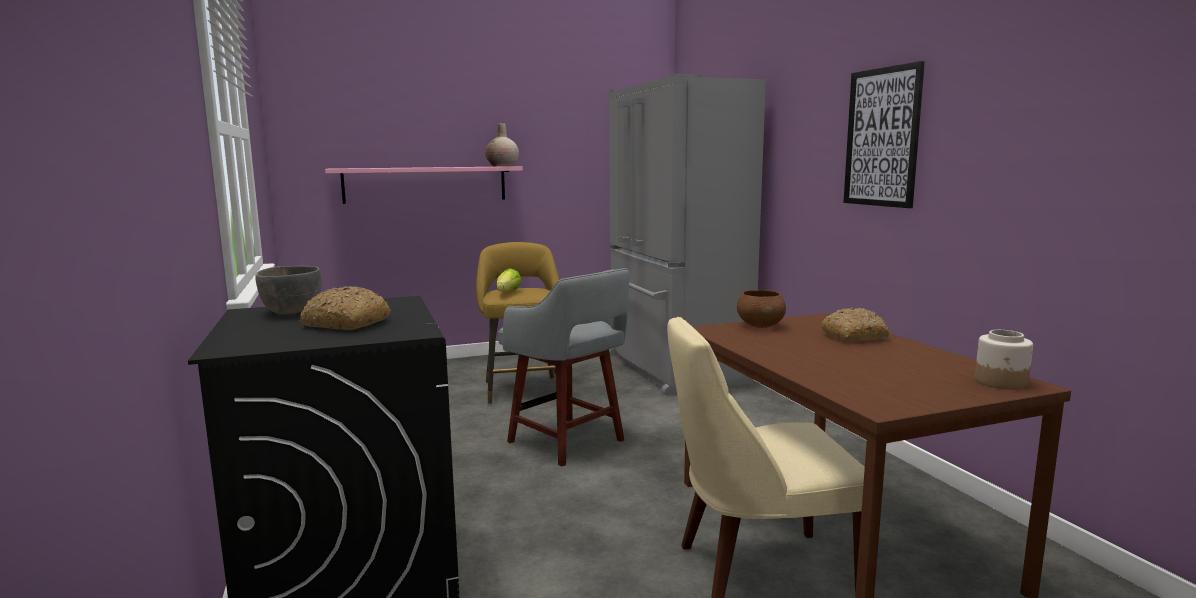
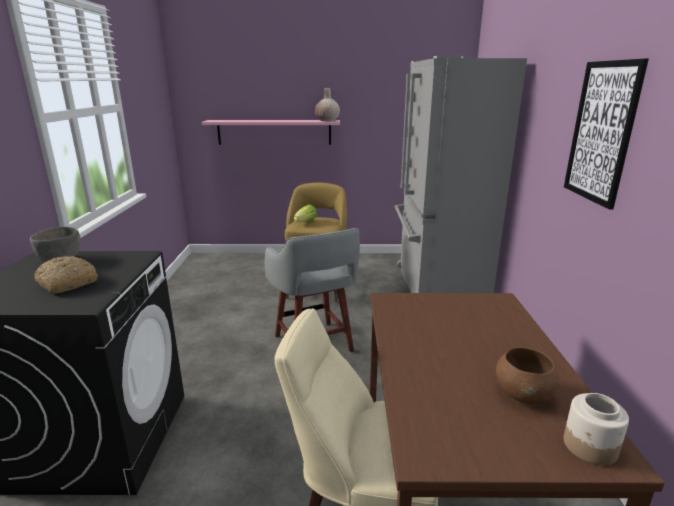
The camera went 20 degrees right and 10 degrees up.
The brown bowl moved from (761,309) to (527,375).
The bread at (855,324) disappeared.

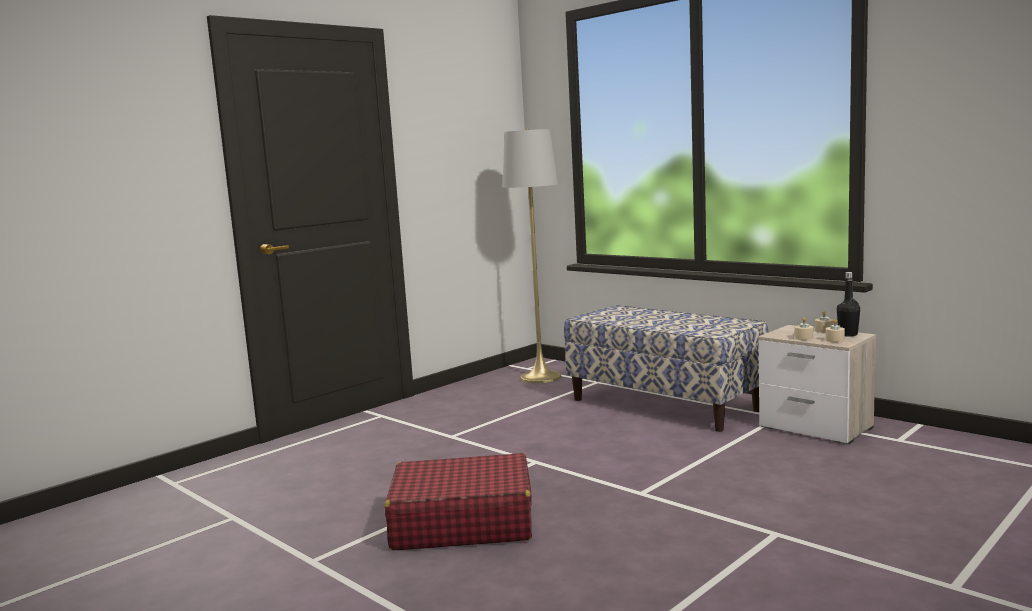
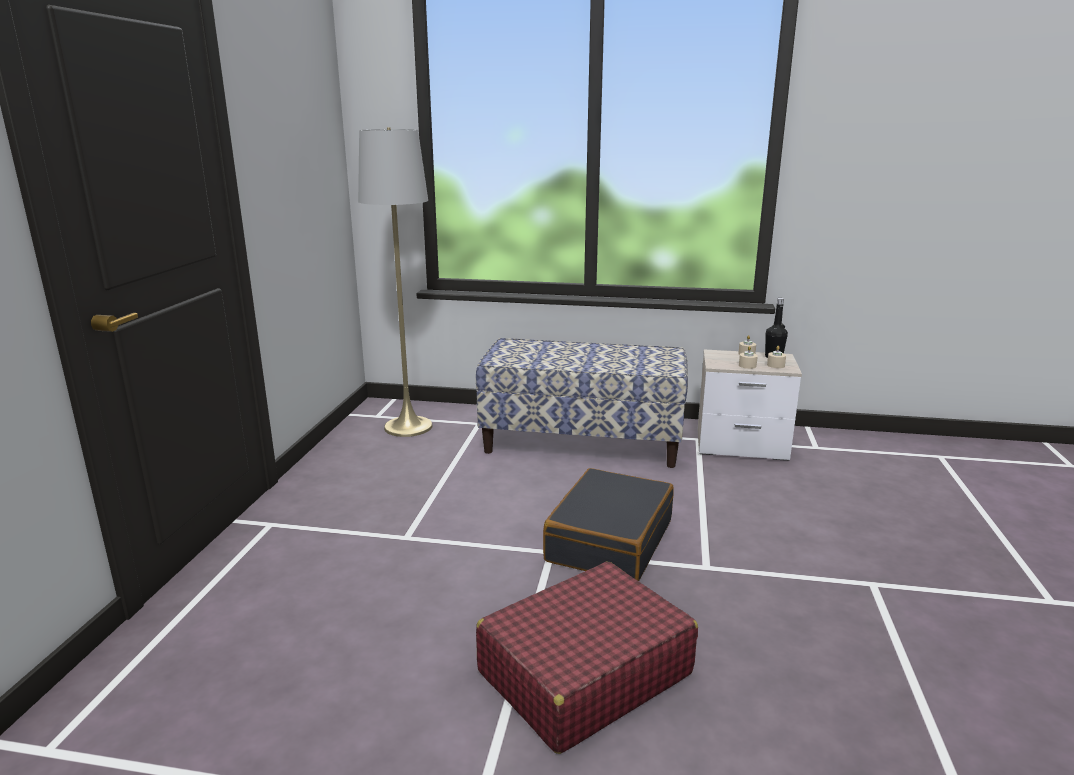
The camera went 35 degrees left and 10 degrees up.
The black suitcase at (608,524) appeared.

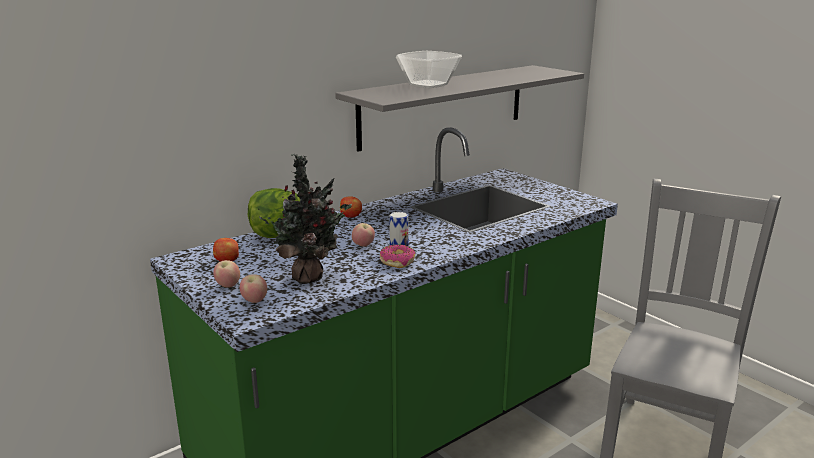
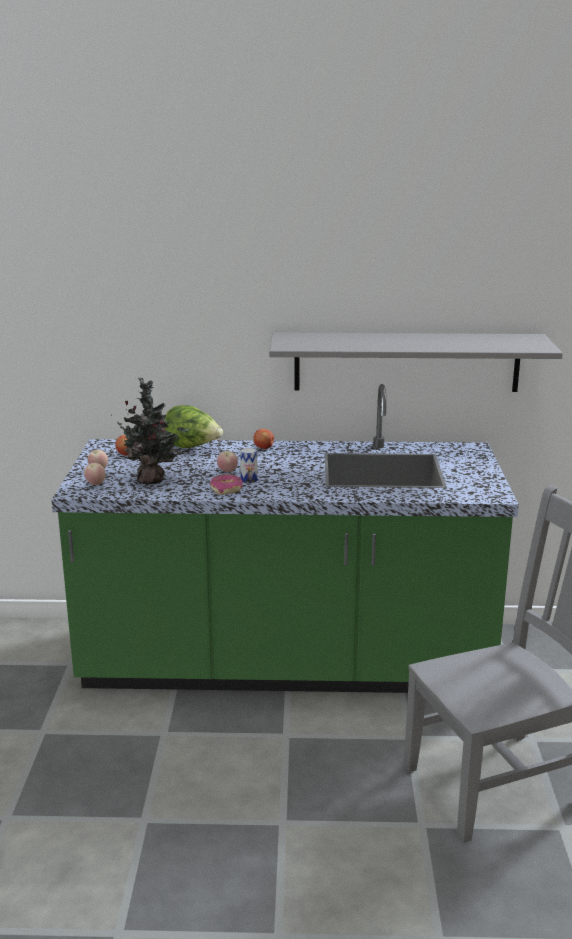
The camera went 40 degrees right and 0 degrees up.
The bowl at (429,69) disappeared.

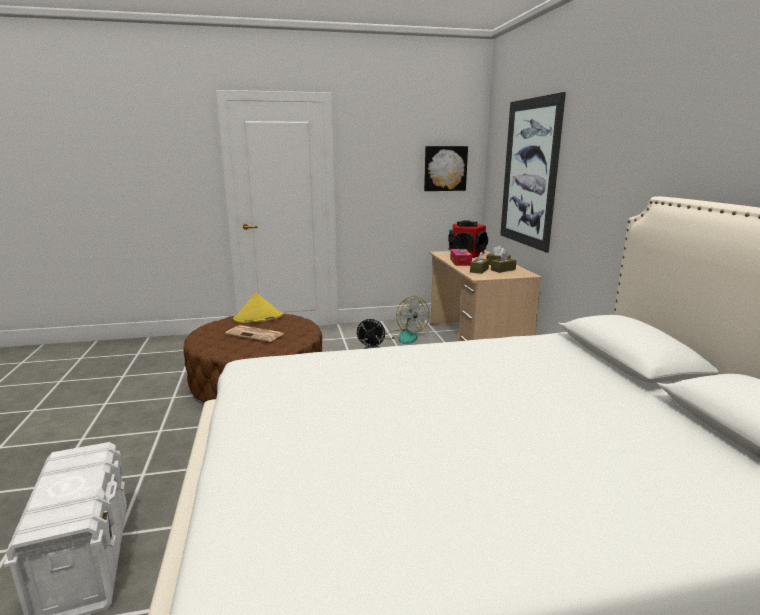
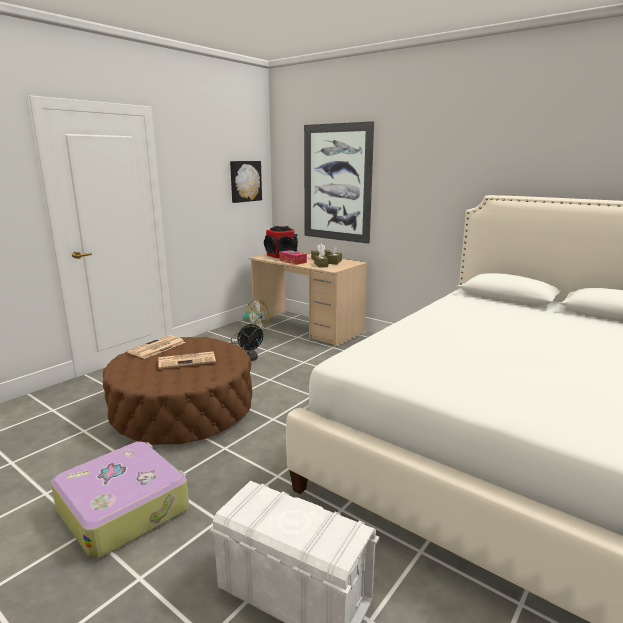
The camera went 40 degrees left and 0 degrees up.
The yellow hat at (258,307) was replaced by the newspaper at (156,347).
The suitcase at (120,500) appeared.

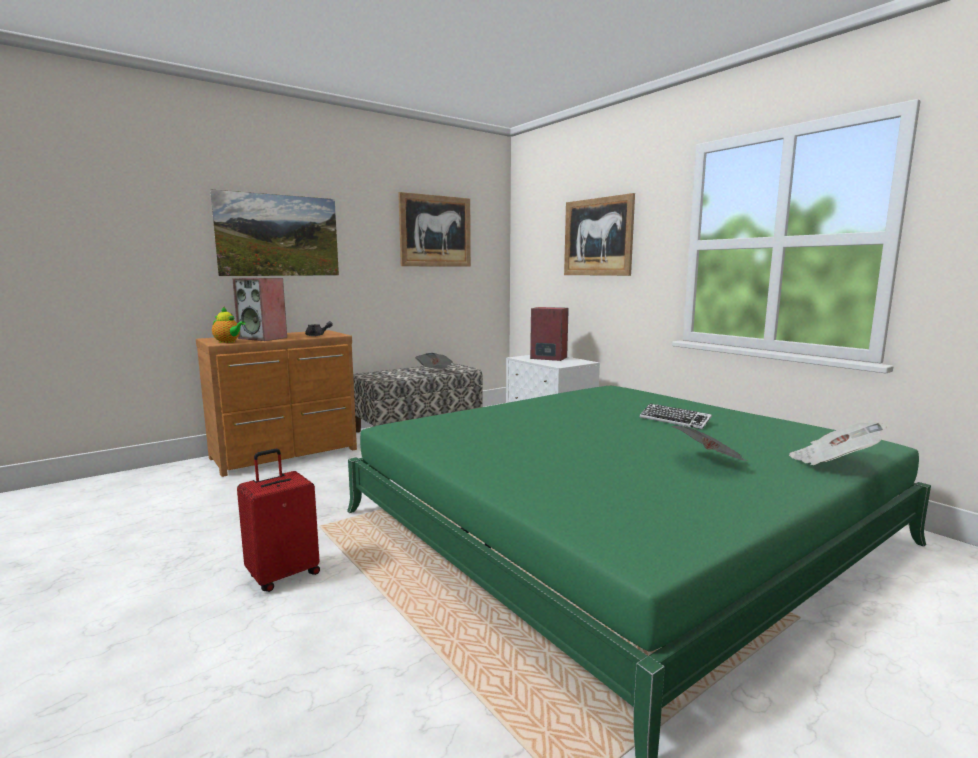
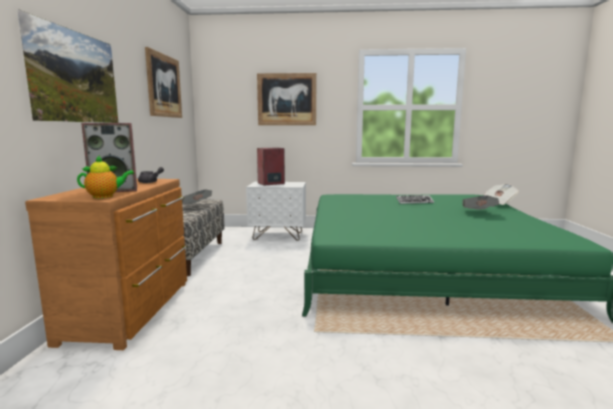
The camera went 50 degrees left and 0 degrees up.
The red suitcase at (278,520) disappeared.

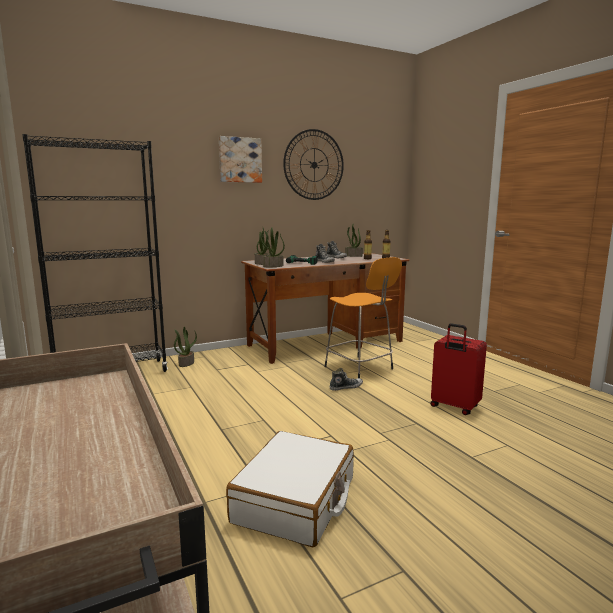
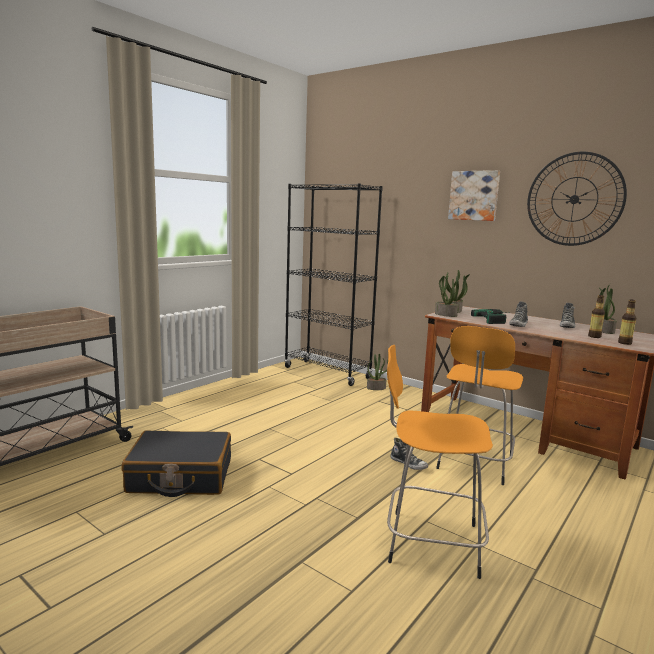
The camera went 65 degrees right and 0 degrees up.
The white suitcase at (290,489) became the black suitcase at (176,463).
The red suitcase at (458,369) was replaced by the orange stool at (440,462).

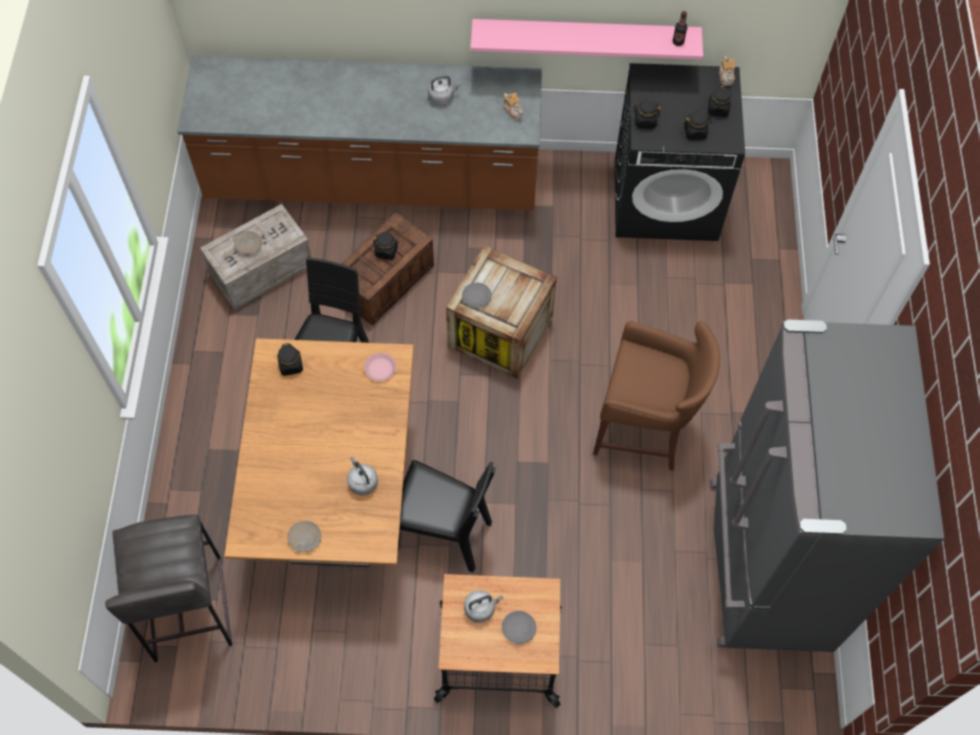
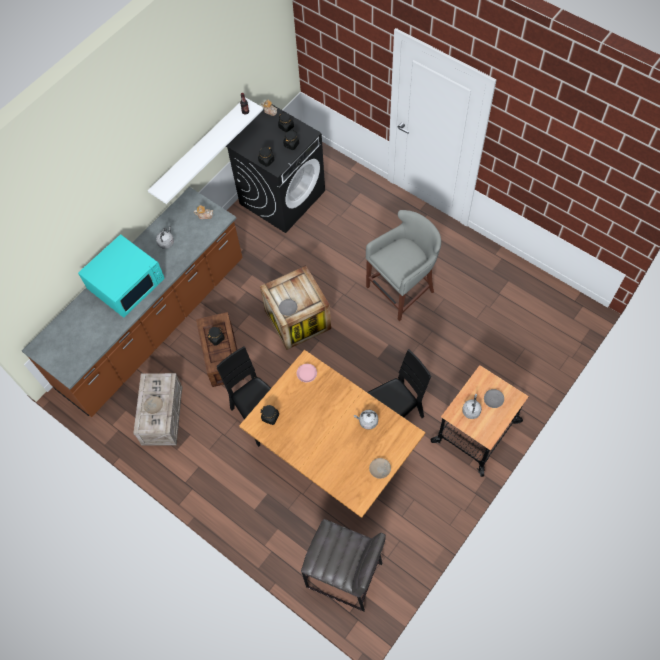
The camera went 50 degrees left and 0 degrees up.
The pink shelf at (587,39) became the white shelf at (205,150).
The brown stool at (656,396) became the grey stool at (403,265).
The grey fridge at (827,485) disappeared.
The turquoise microwave at (121,276) appeared.

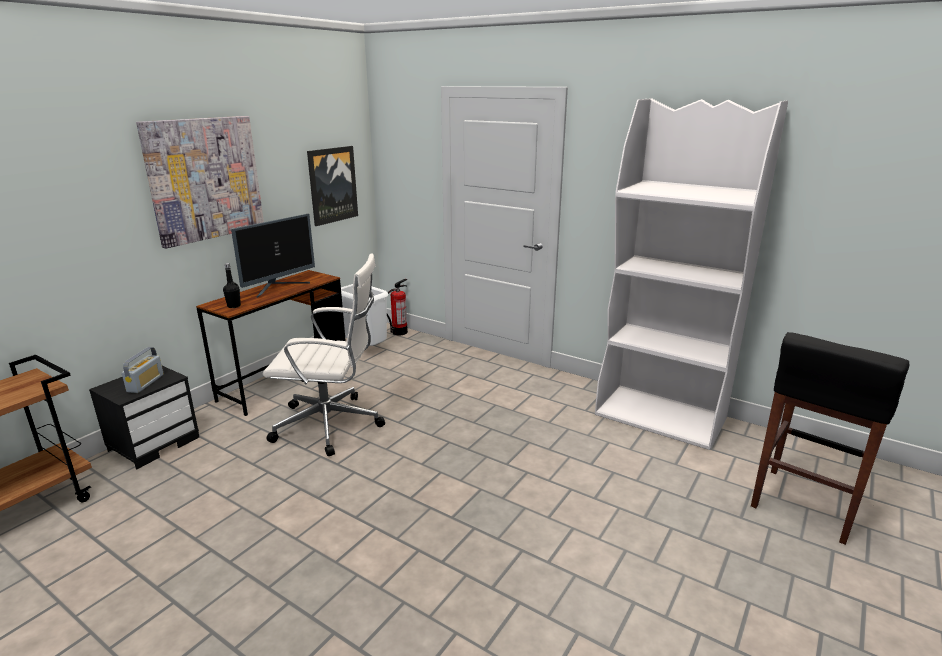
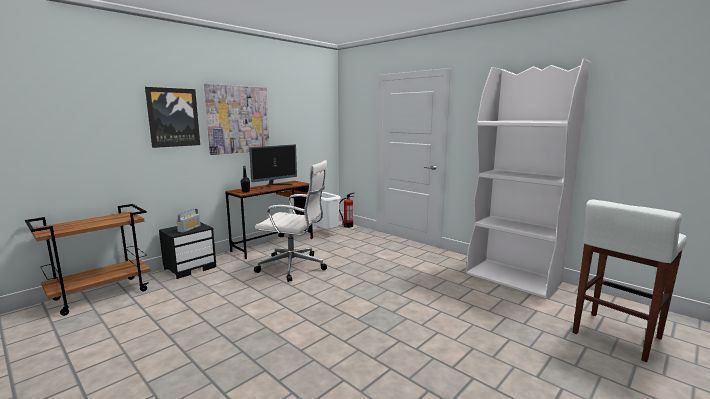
The camera went 10 degrees right and 10 degrees down.
The picture moved from (332,186) to (172,117).
The black stool at (830,438) became the white stool at (629,281).

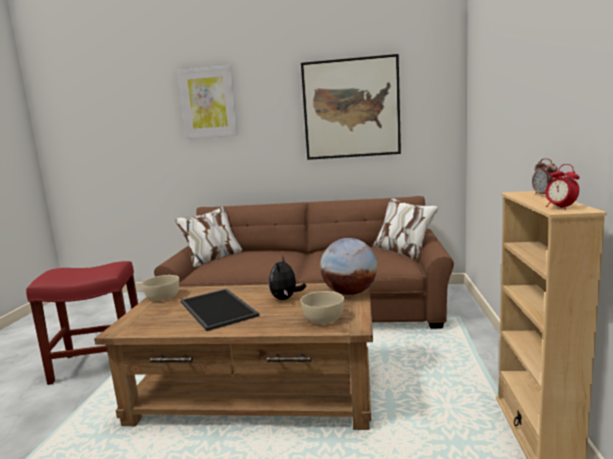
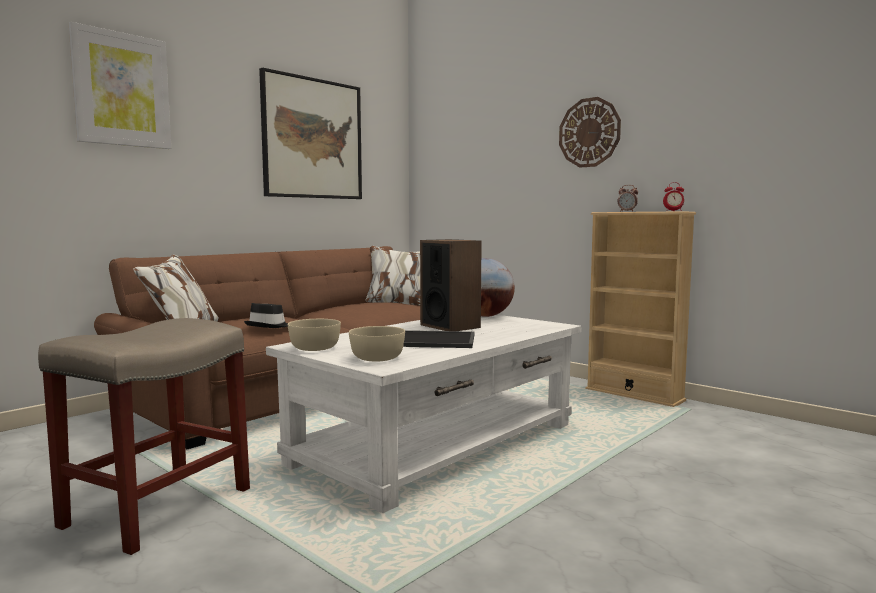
The camera went 55 degrees left and 5 degrees down.
The red stool at (82,323) became the beige stool at (144,436).
The brown coffee table at (233,356) became the white coffee table at (423,414).
The plush toy at (287,278) was replaced by the speaker at (451,285).
The beige bowl moved from (322,307) to (377,344).
The black hat at (266,315) appeared.
The wall clock at (590,132) appeared.

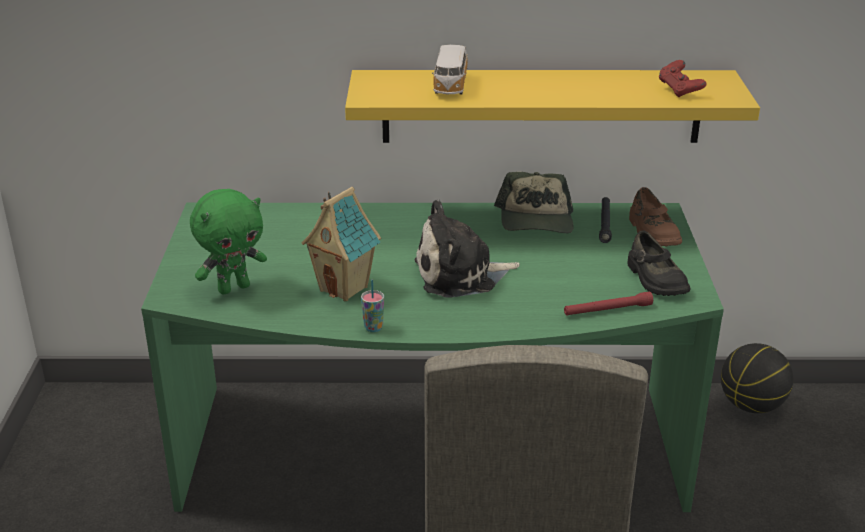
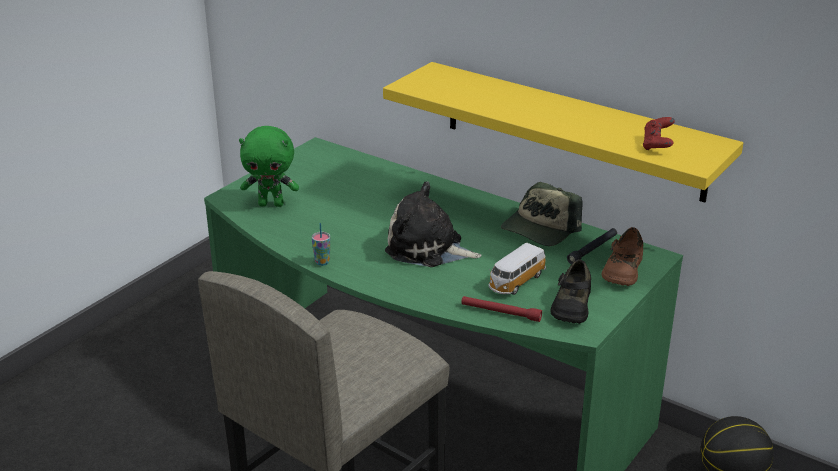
The camera went 35 degrees right and 0 degrees up.
The toy house at (341,244) disappeared.
The toy car moved from (450,69) to (517,269).

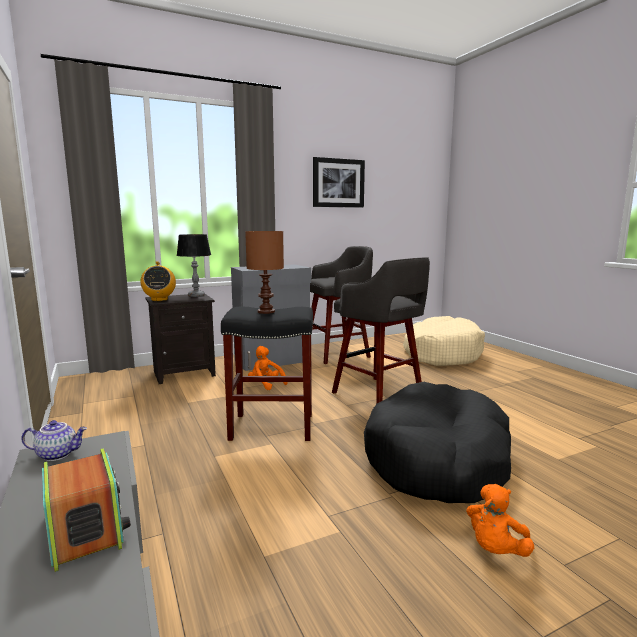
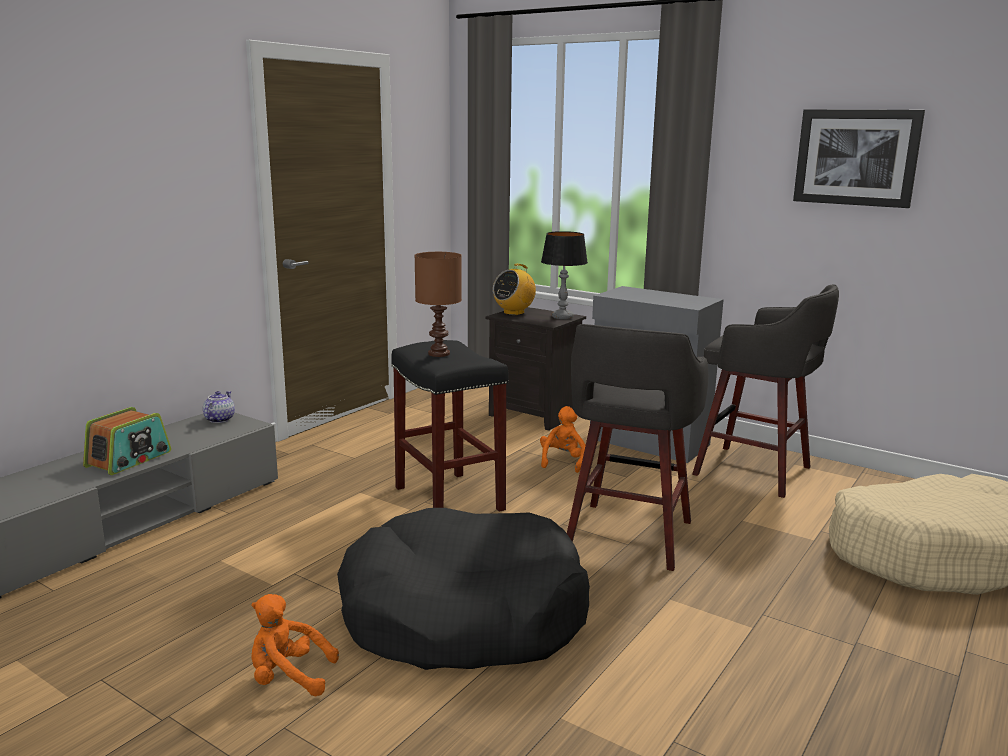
The camera went 60 degrees right and 5 degrees up.
The teapot at (54,440) turned 135 degrees counterclockwise.

